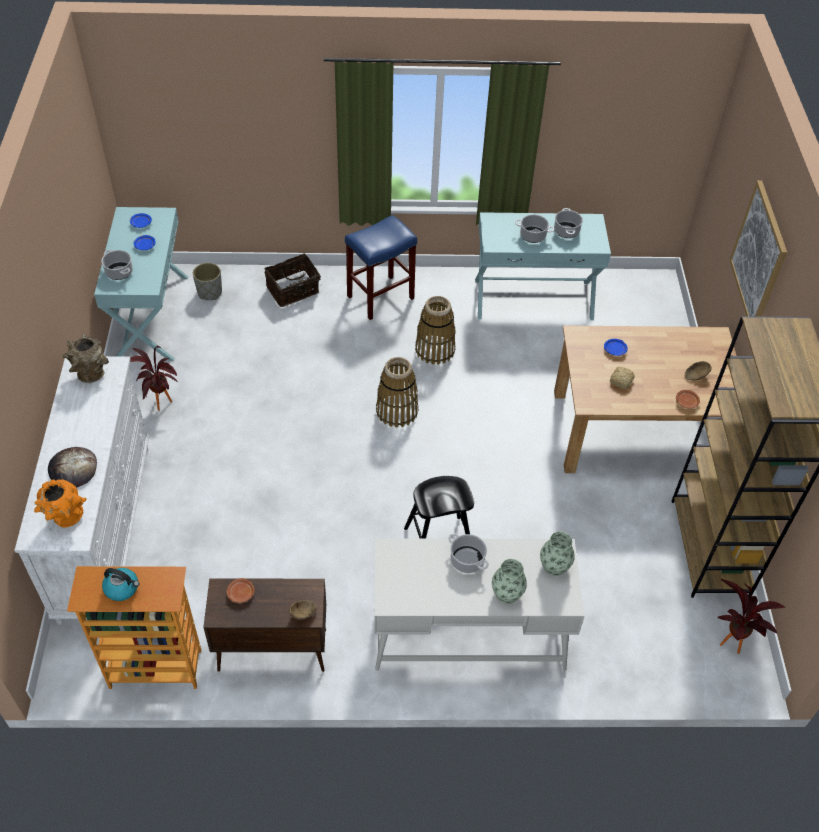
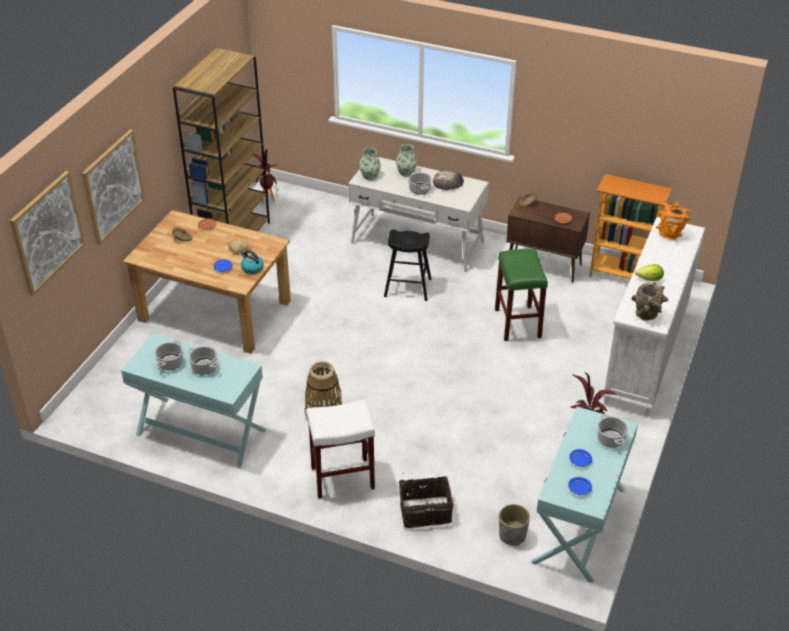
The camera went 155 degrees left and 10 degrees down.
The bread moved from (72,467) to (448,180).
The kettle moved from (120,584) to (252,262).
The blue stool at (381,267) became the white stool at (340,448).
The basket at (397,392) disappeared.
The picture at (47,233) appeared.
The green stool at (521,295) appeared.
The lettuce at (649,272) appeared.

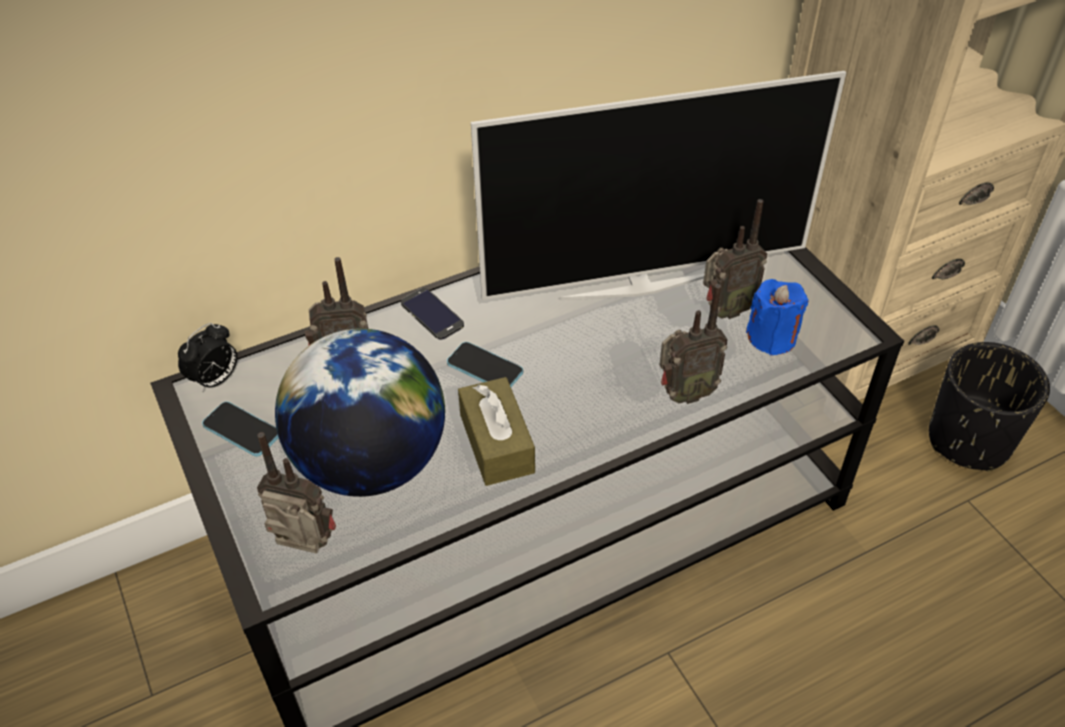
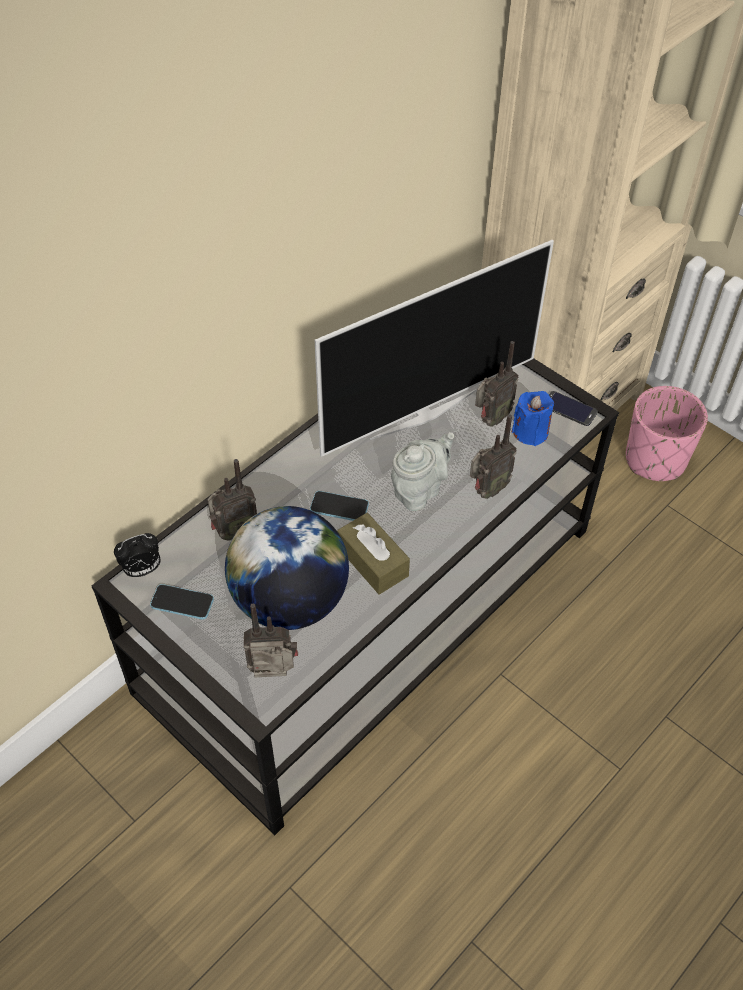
The camera went 20 degrees left and 5 degrees up.
The alarm clock at (208,357) turned 45 degrees clockwise.
The phone moved from (432,314) to (573,408).
The black planter at (989,406) became the pink planter at (667,433).
The grey teapot at (422,471) appeared.

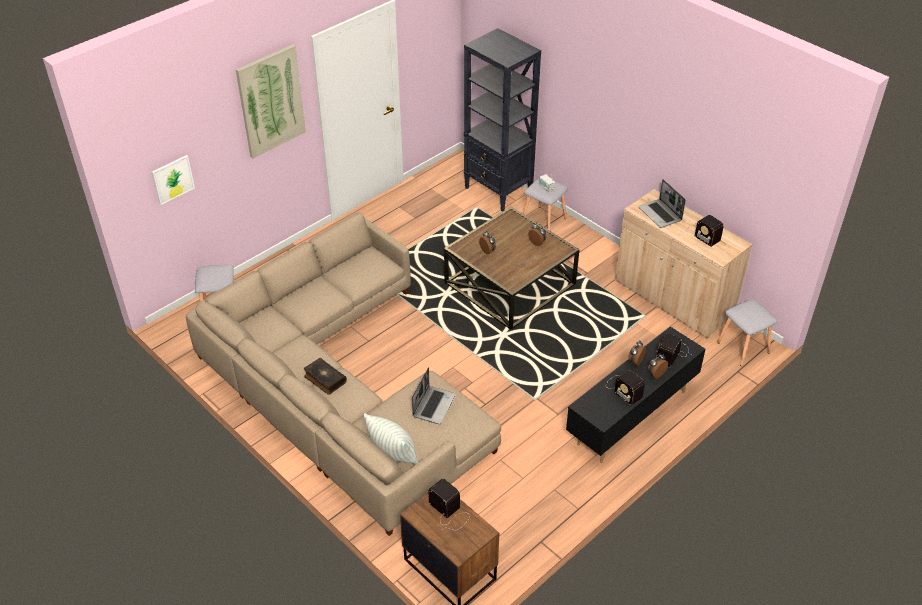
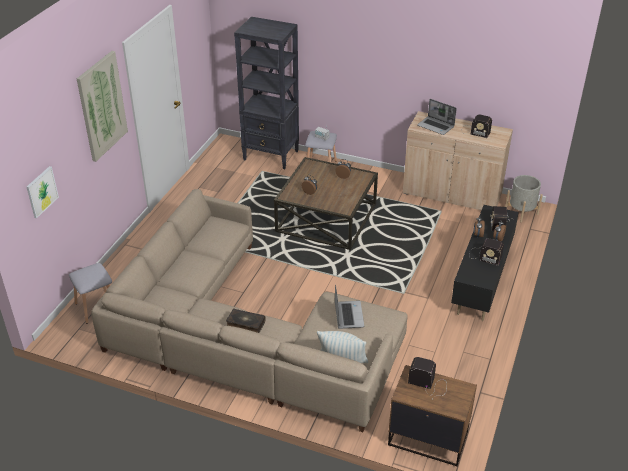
The camera went 25 degrees left and 5 degrees down.
The grey stool at (747,332) was replaced by the grey planter at (524,198).

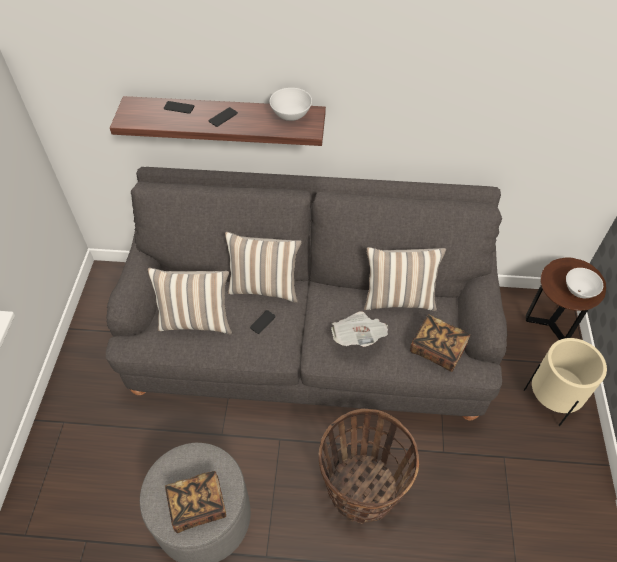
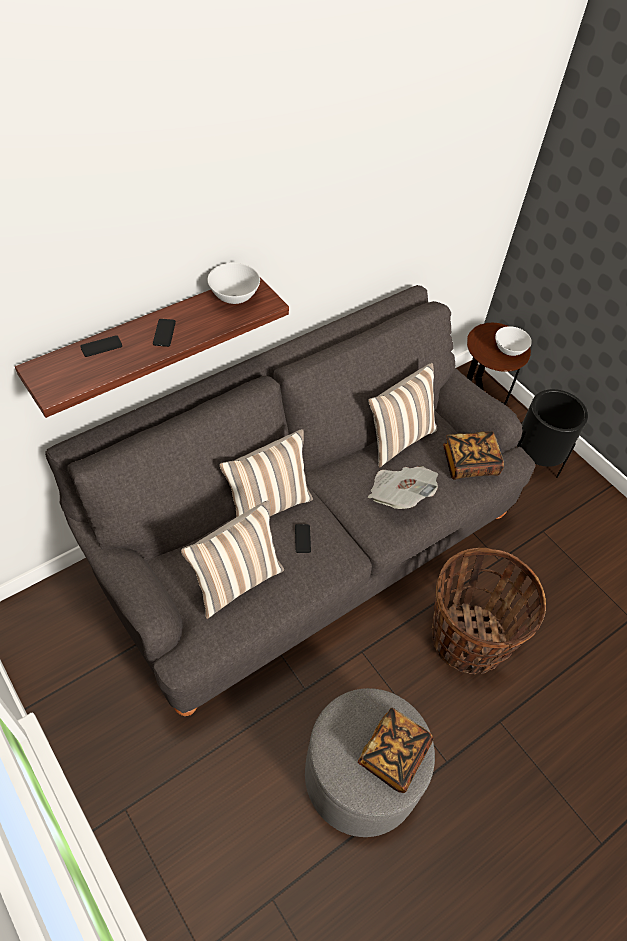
The camera went 45 degrees left and 0 degrees up.
The beige planter at (565,382) became the black planter at (552,433).

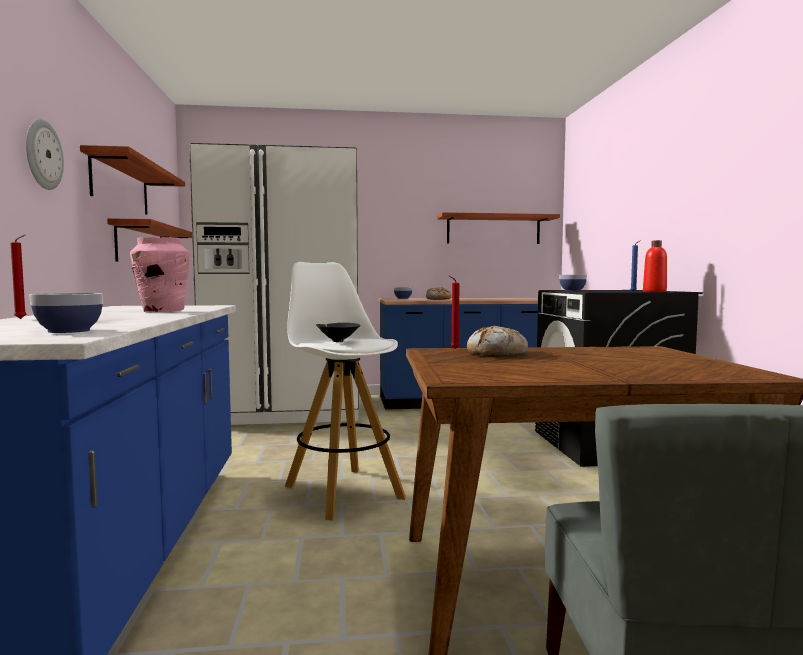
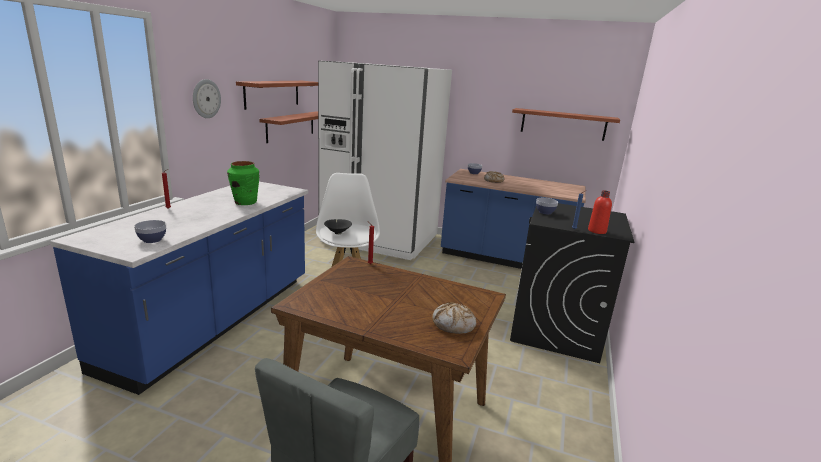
The camera went 25 degrees right and 15 degrees up.
The pink vase at (159,274) became the green vase at (243,183).
The bread moved from (497,340) to (454,318).

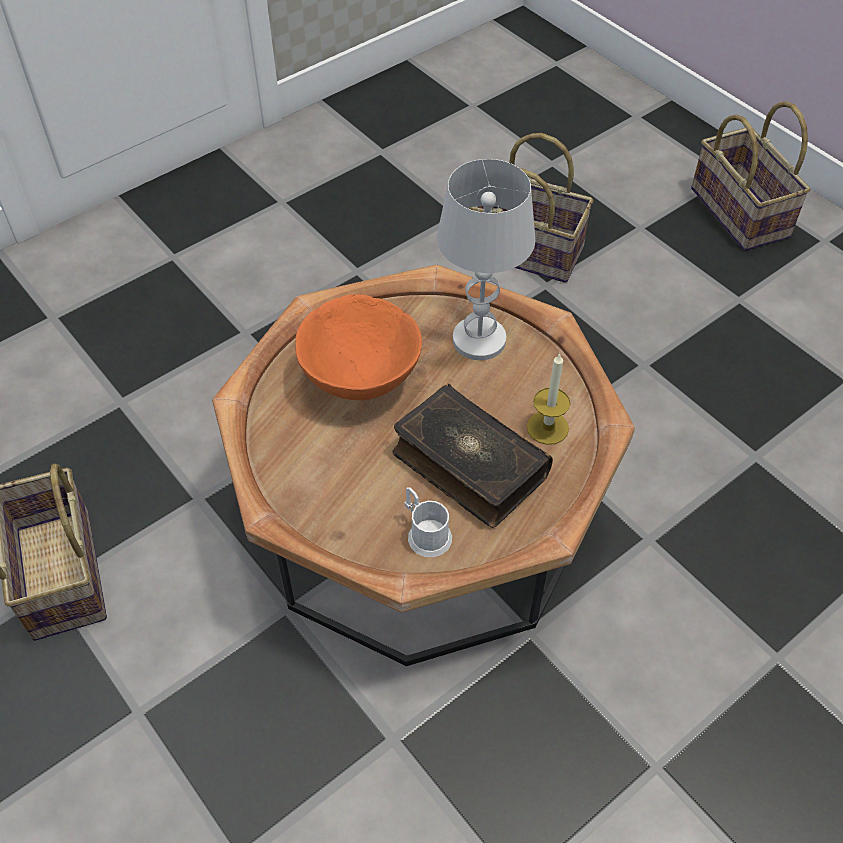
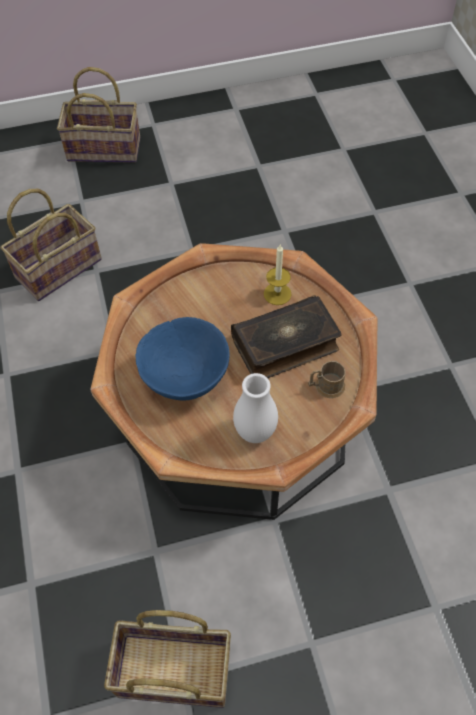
The camera went 65 degrees left and 5 degrees up.
The orange bowl at (358,347) became the blue bowl at (182,358).
The white mug at (428,522) became the brown mug at (326,379).
The white table lamp at (486,259) disappeared.
The white vase at (255,408) appeared.

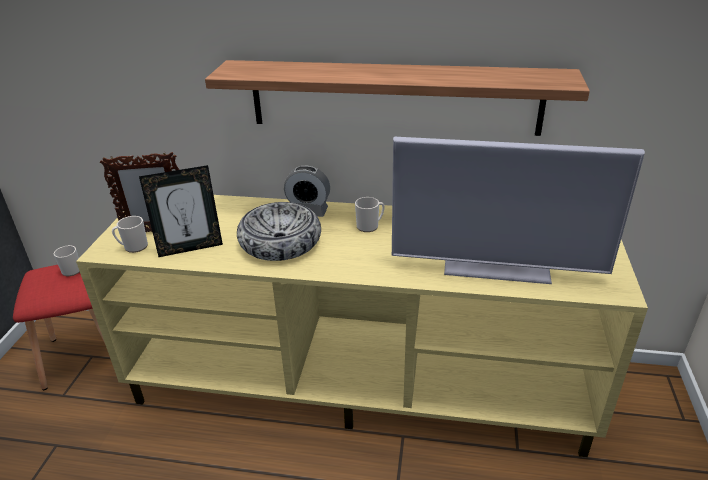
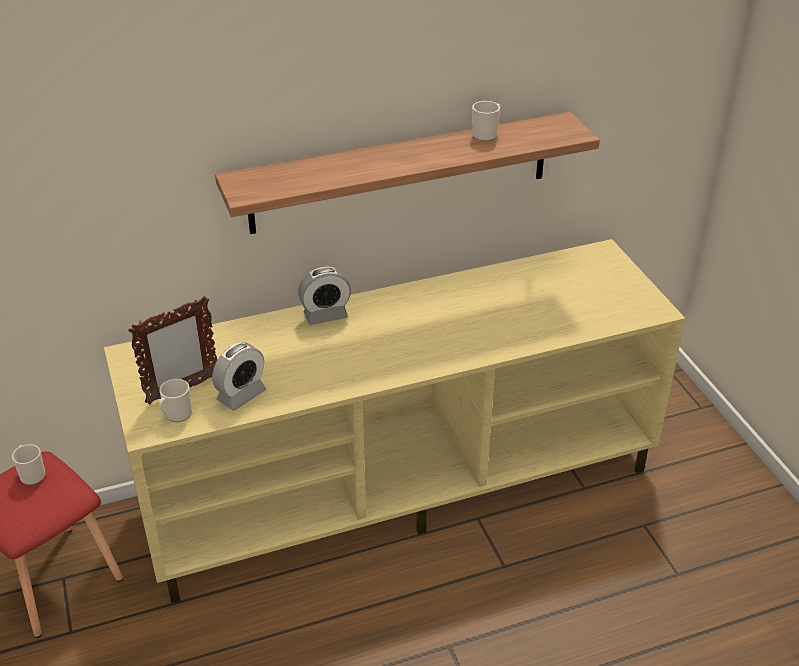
The camera went 30 degrees left and 5 degrees up.
The picture frame at (181,211) was replaced by the alarm clock at (239,376).
The bowl at (279,231) disappeared.
The mug moved from (370,214) to (486,121).
The television at (518,210) disappeared.

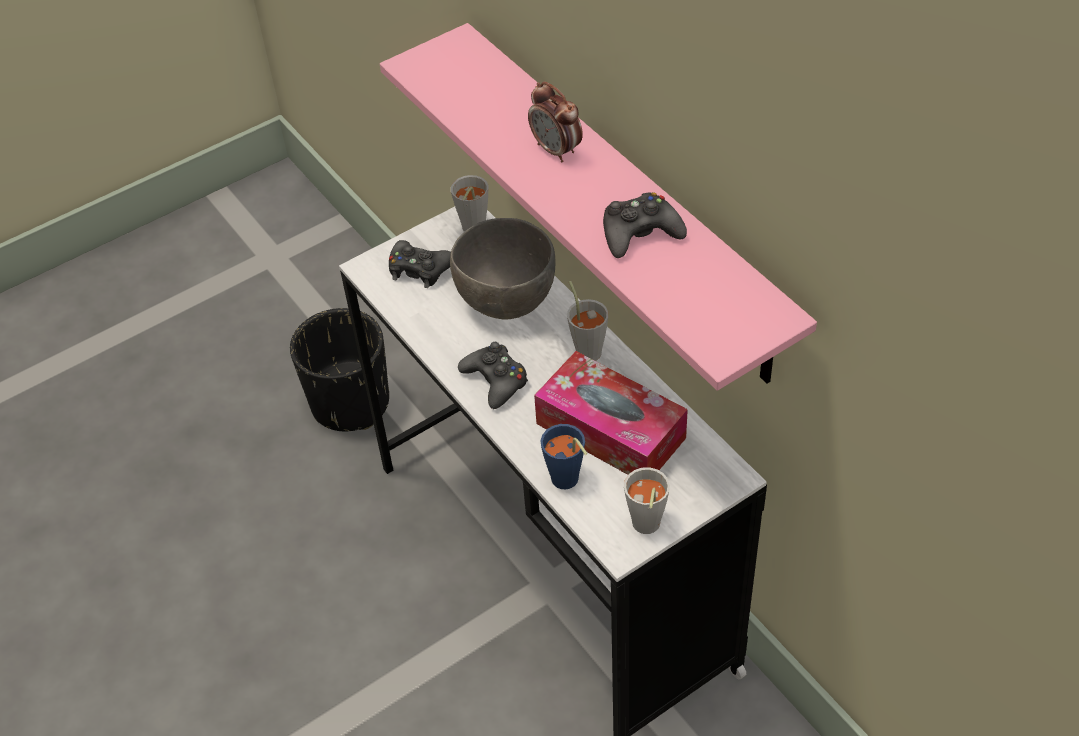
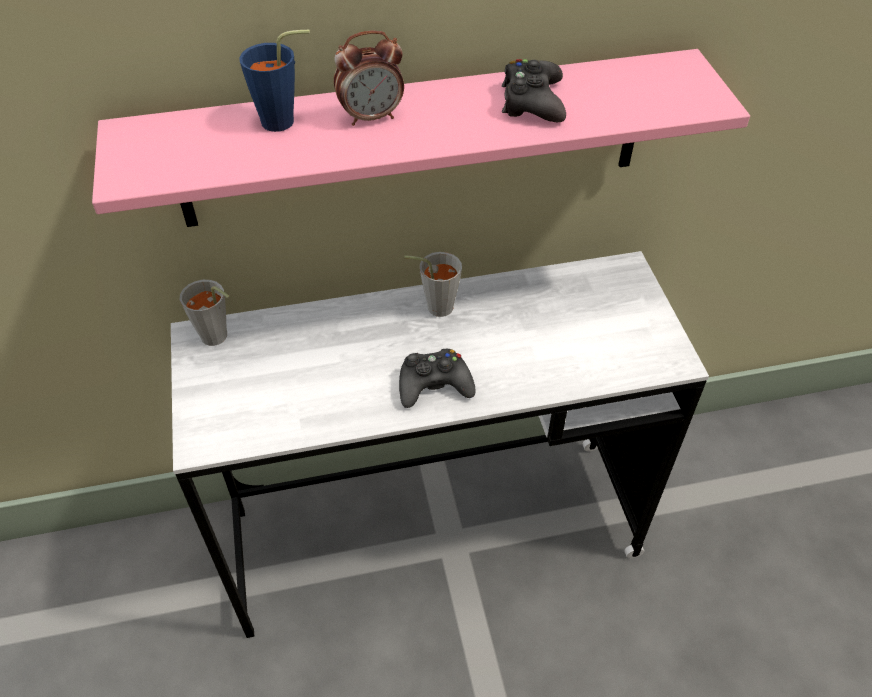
The camera went 70 degrees left and 0 degrees up.
The black planter at (339,369) disappeared.
The black game controller at (420,264) disappeared.
The grey bowl at (502,269) disappeared.
The tissue box at (611,413) disappeared.
The blue cup moved from (563,456) to (274,81).
The grey cup at (647,500) disappeared.

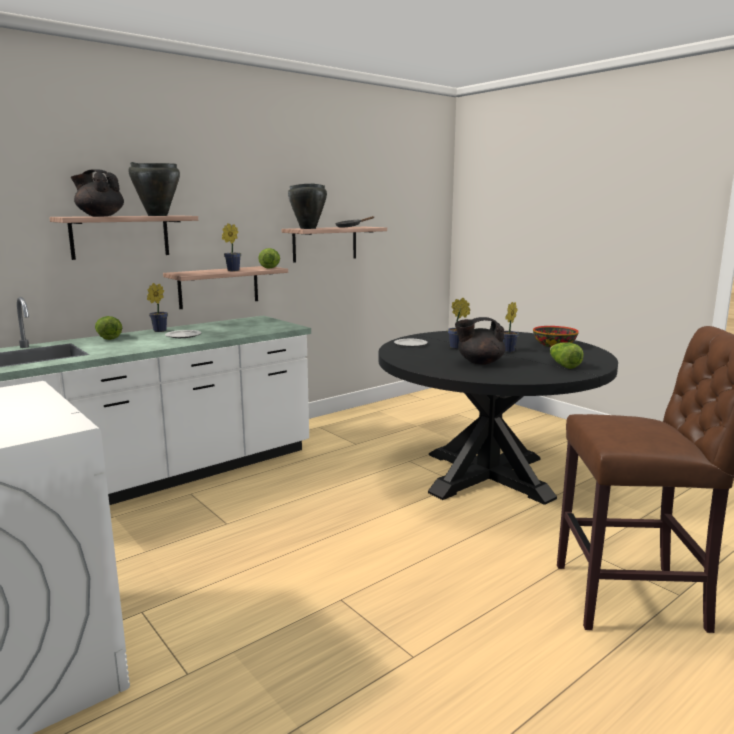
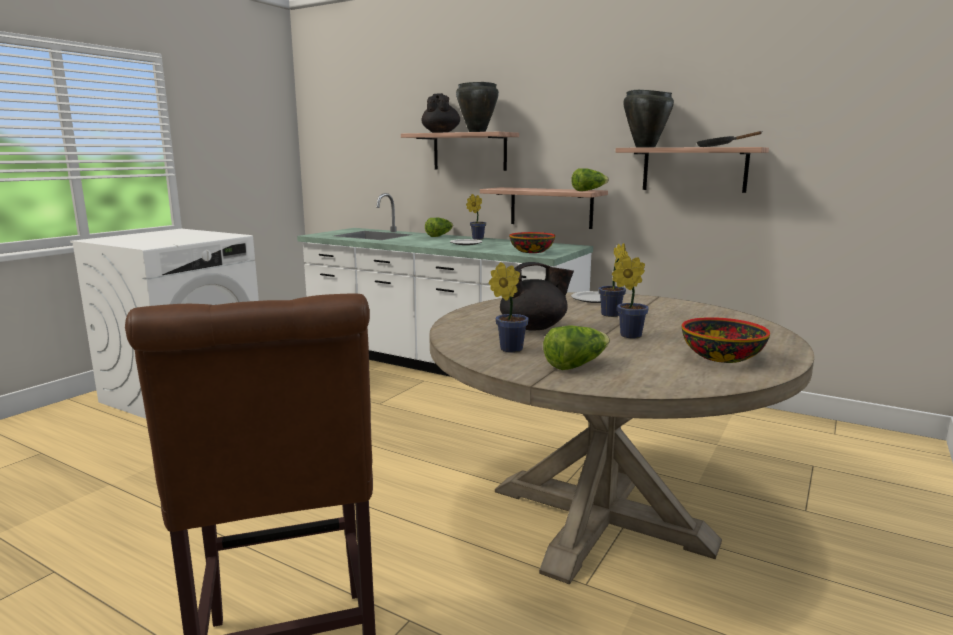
The camera went 70 degrees right and 0 degrees up.
The potted plant moved from (231,247) to (509,307).
The black dining table at (498,418) became the beige dining table at (621,438).
The black teapot at (480,341) turned 105 degrees clockwise.
The bowl at (532,242) appeared.

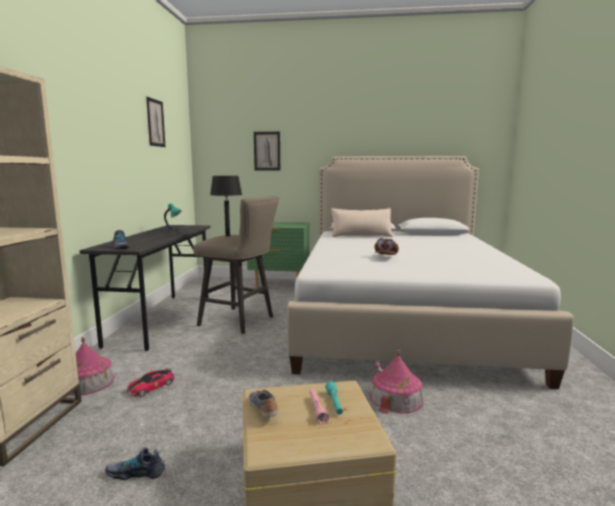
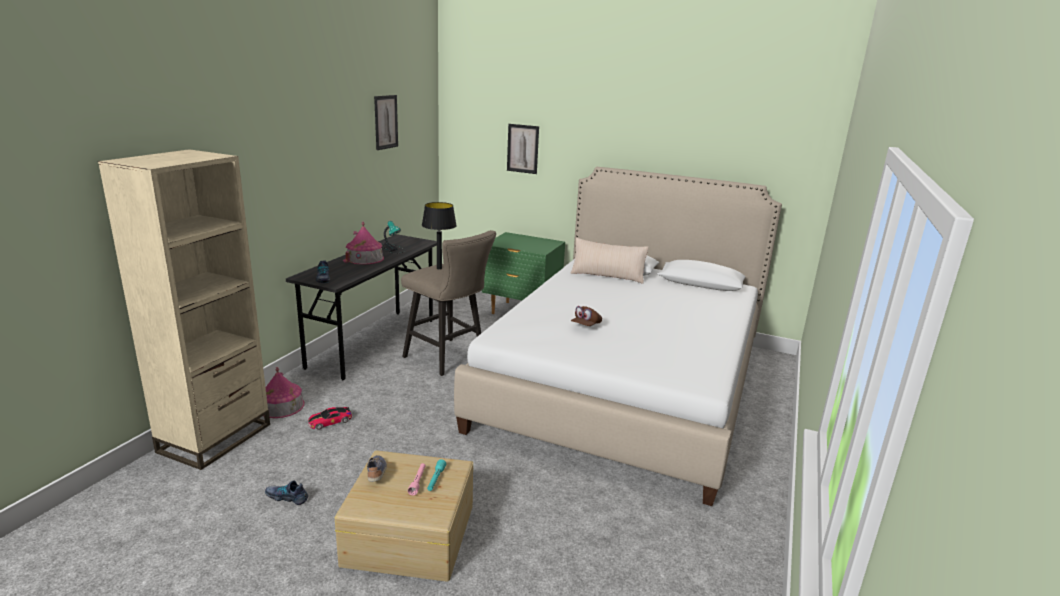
The camera went 15 degrees right and 10 degrees up.
The toy house moved from (396,382) to (363,243).

